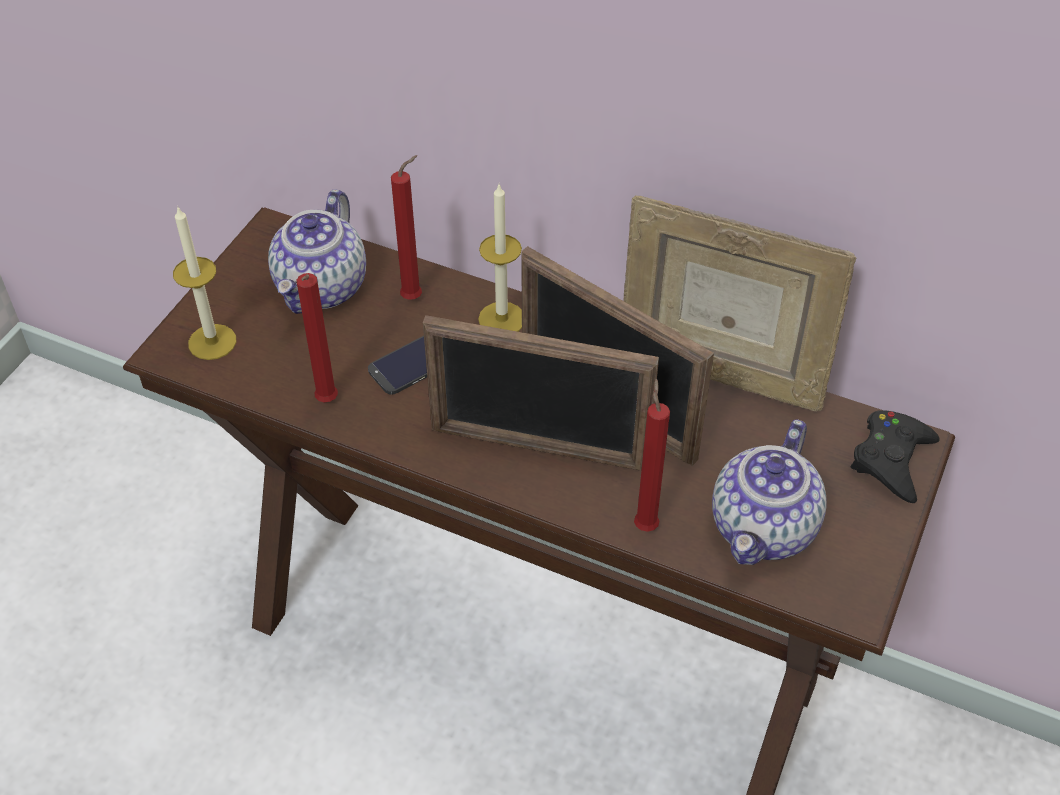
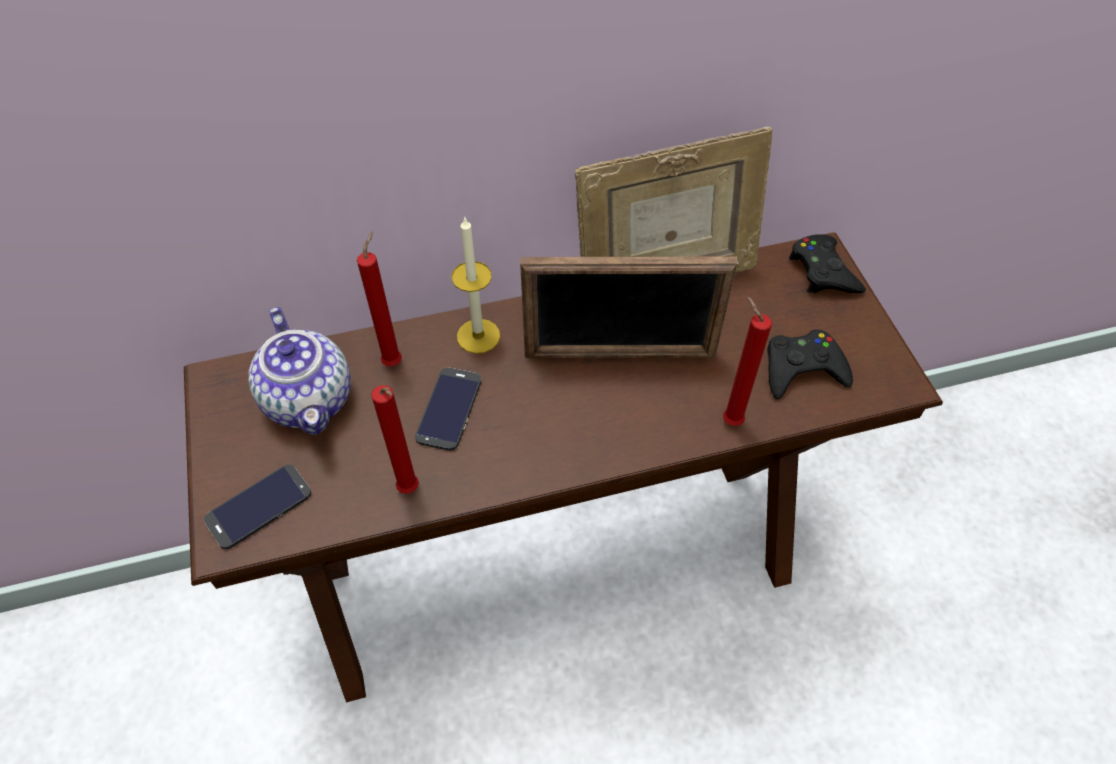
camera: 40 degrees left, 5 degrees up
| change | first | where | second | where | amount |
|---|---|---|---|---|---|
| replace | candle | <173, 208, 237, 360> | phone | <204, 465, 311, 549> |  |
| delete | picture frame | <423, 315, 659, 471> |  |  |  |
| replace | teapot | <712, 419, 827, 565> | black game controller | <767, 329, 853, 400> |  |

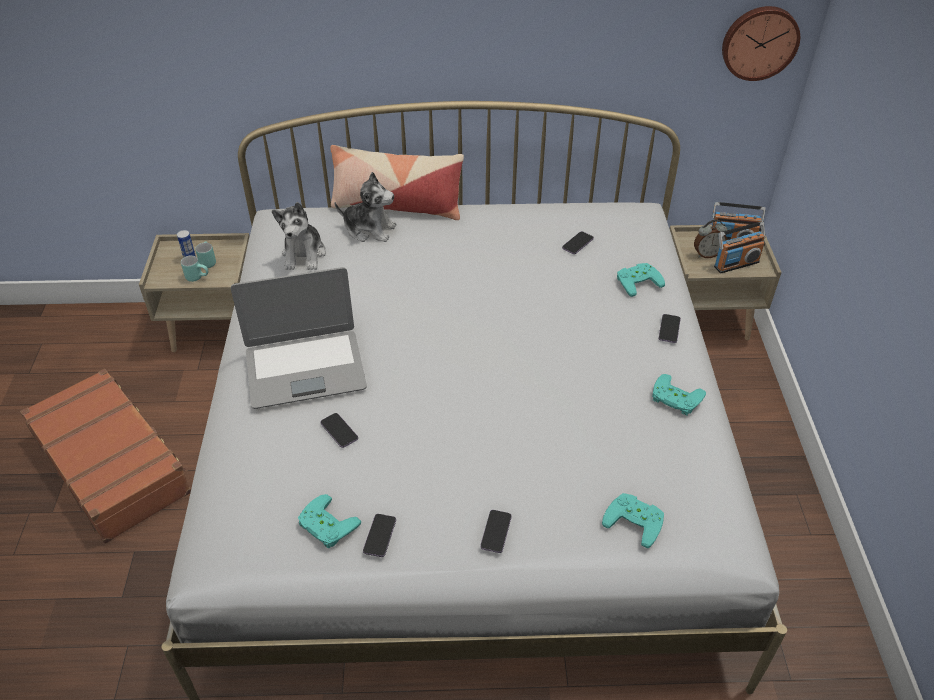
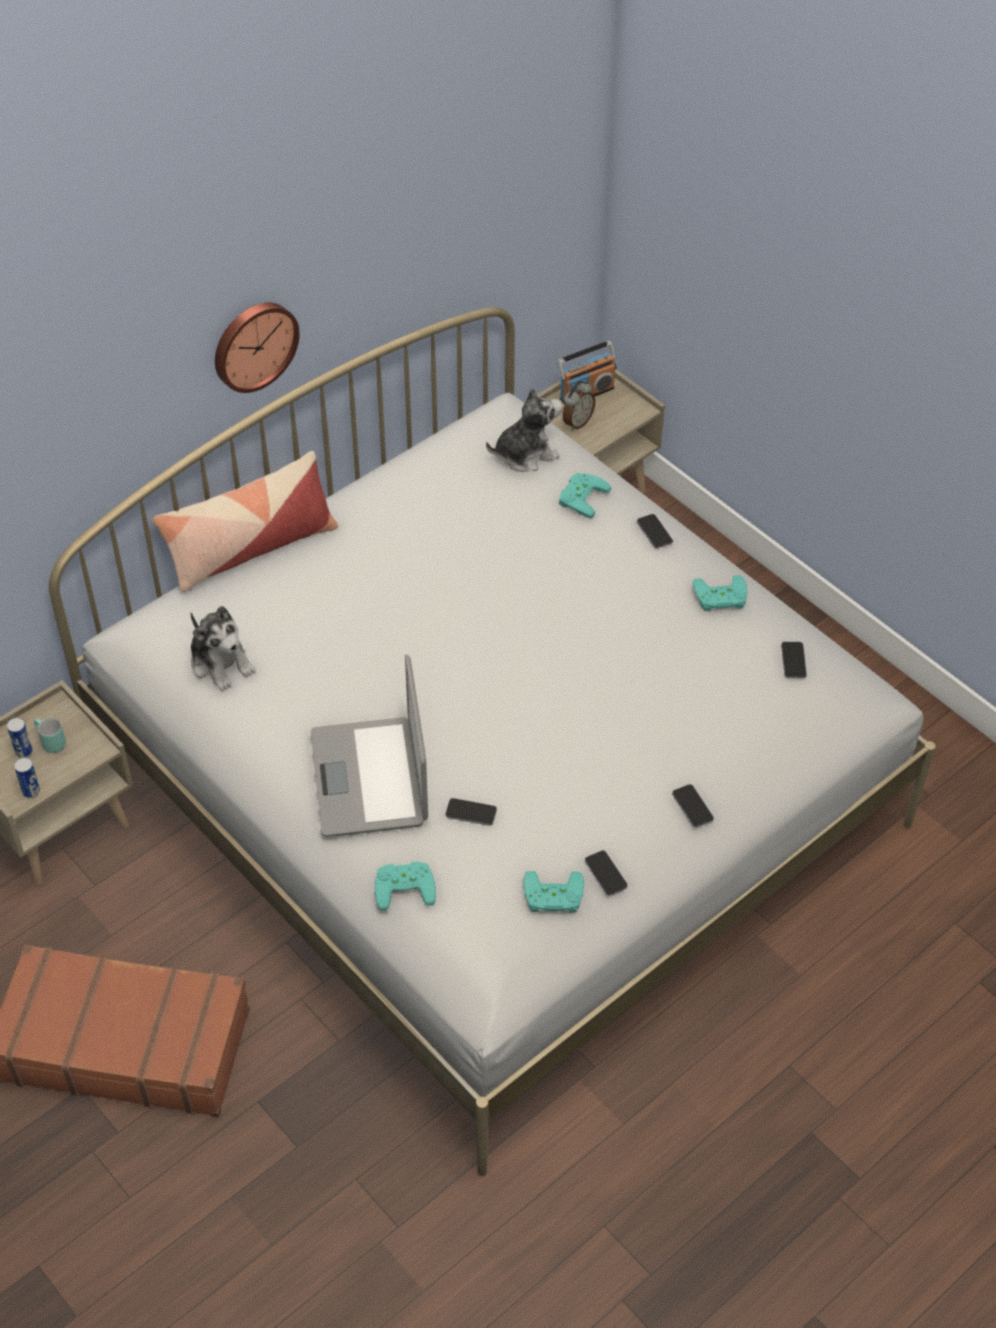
camera: 40 degrees left, 5 degrees up
| change | first | where | second | where | amount |
|---|---|---|---|---|---|
| delete | turquoise mug | <181, 255, 208, 282> |  |  |  |
| rotate | laptop | <231, 267, 367, 409> |  | <311, 655, 428, 836> | 135 degrees clockwise |
| move | plush toy | <334, 172, 396, 242> |  | <486, 387, 563, 472> |  |
| move | phone | <562, 231, 594, 254> |  | <781, 642, 807, 678> |  |
| move | turquoise game controller | <602, 493, 664, 548> |  | <375, 862, 436, 910> |  |
| delete | radio | <714, 222, 765, 273> |  |  |  |
| move | wall clock | <722, 6, 800, 81> |  | <215, 302, 300, 393> |  |
| insert |  |  | can | <14, 758, 40, 798> |  |

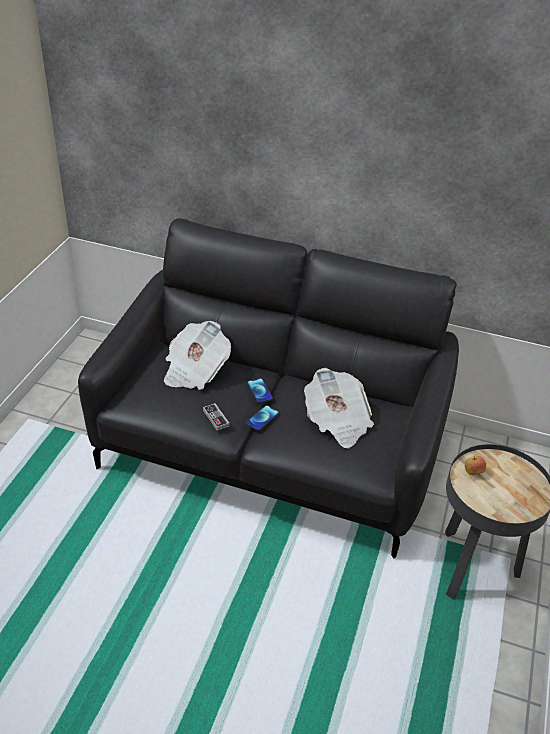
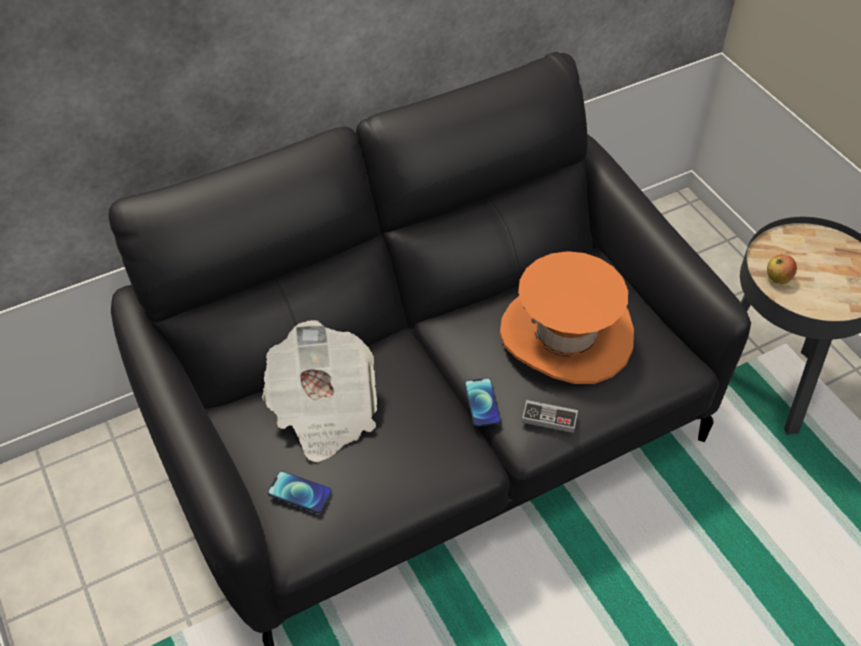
camera: 45 degrees left, 10 degrees up
| change | first | where | second | where | amount |
|---|---|---|---|---|---|
| move | game controller | <203, 403, 229, 431> |  | <522, 400, 578, 433> |  |
| move | phone | <247, 378, 273, 403> |  | <268, 471, 332, 513> |  |
| replace | newspaper | <304, 368, 374, 448> | orange hat | <500, 251, 634, 384> |  |

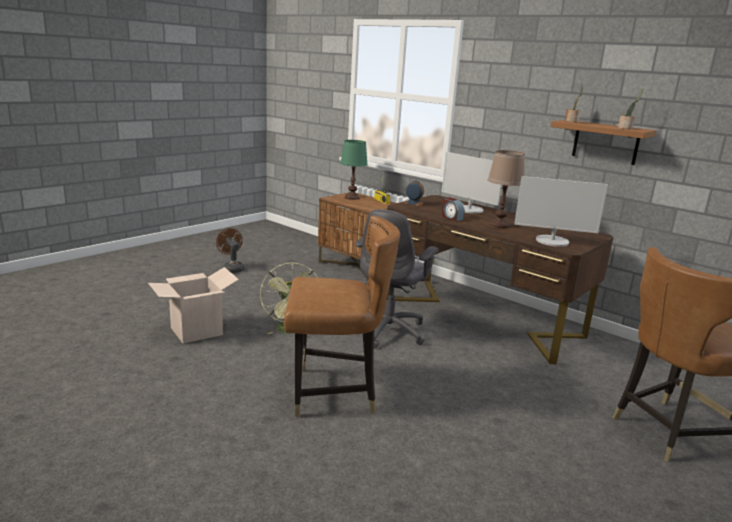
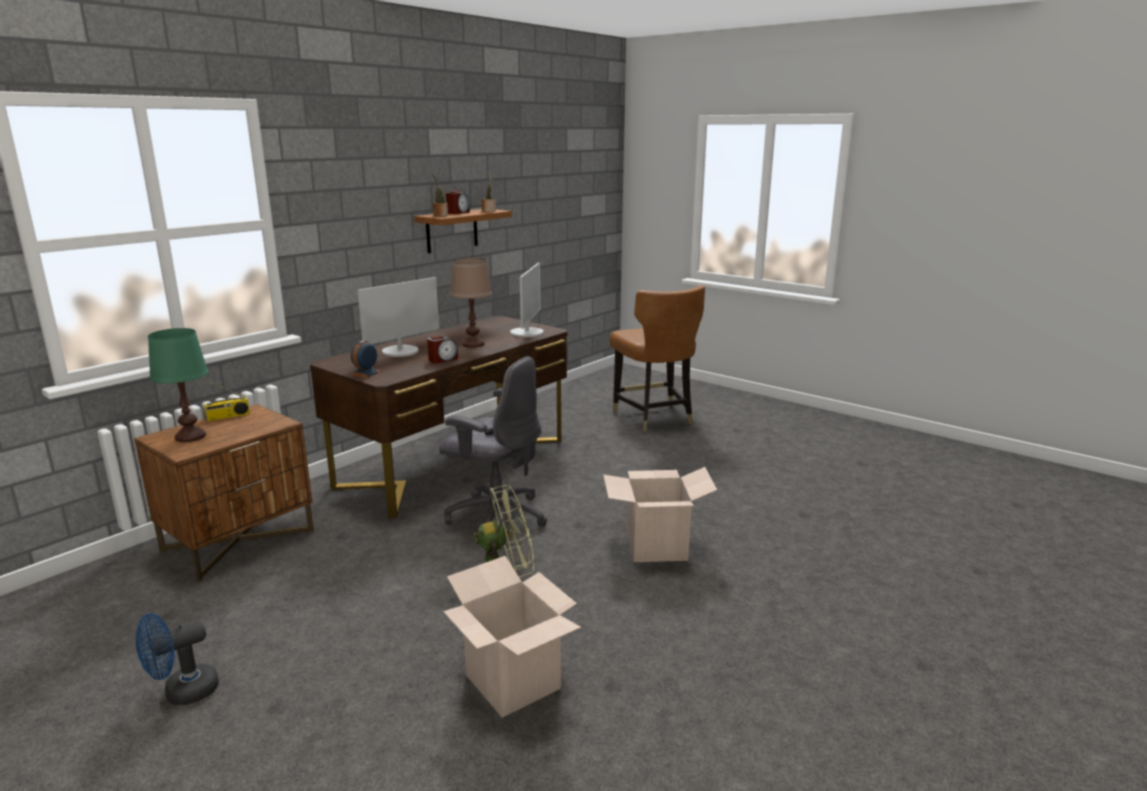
camera: 90 degrees left, 0 degrees up
| change | first | where | second | where | amount |
|---|---|---|---|---|---|
| recolor | brown fan | <216, 228, 244, 273> | blue fan | <136, 613, 219, 705> |  |
| replace | brown chair | <284, 216, 400, 417> | cardboard box | <603, 467, 717, 562> |  |
| insert |  |  | alarm clock | <446, 191, 470, 214> |  |

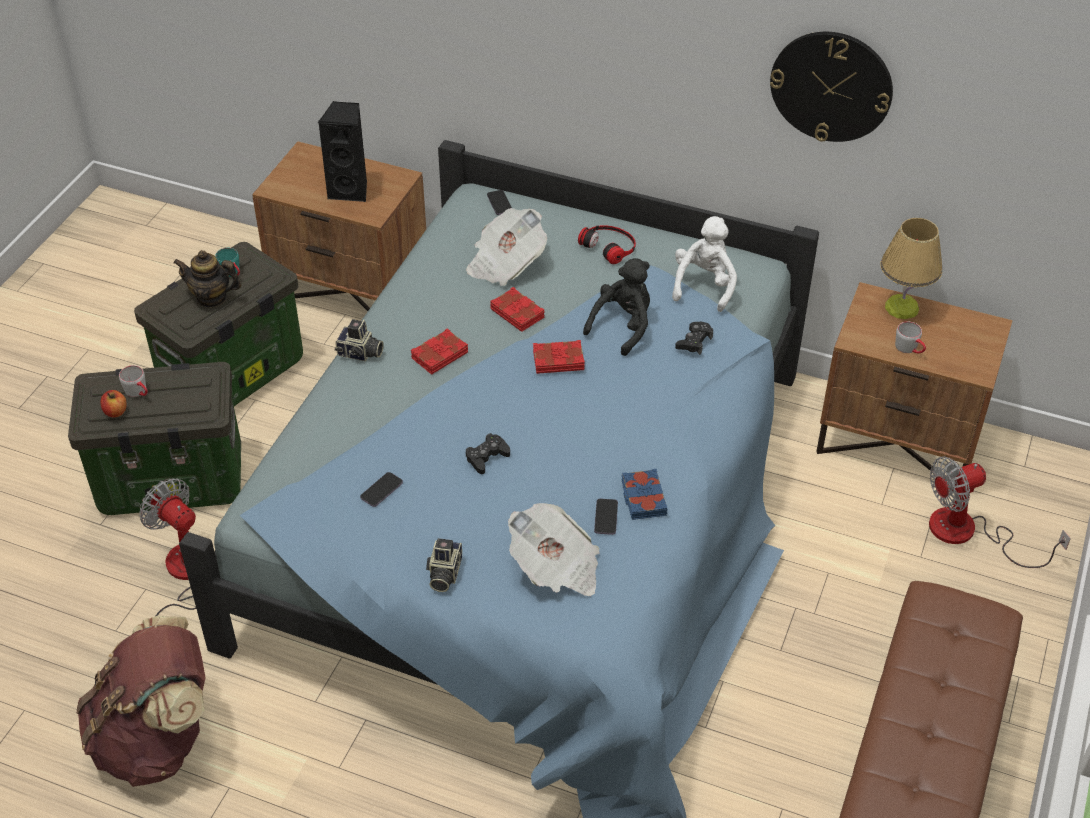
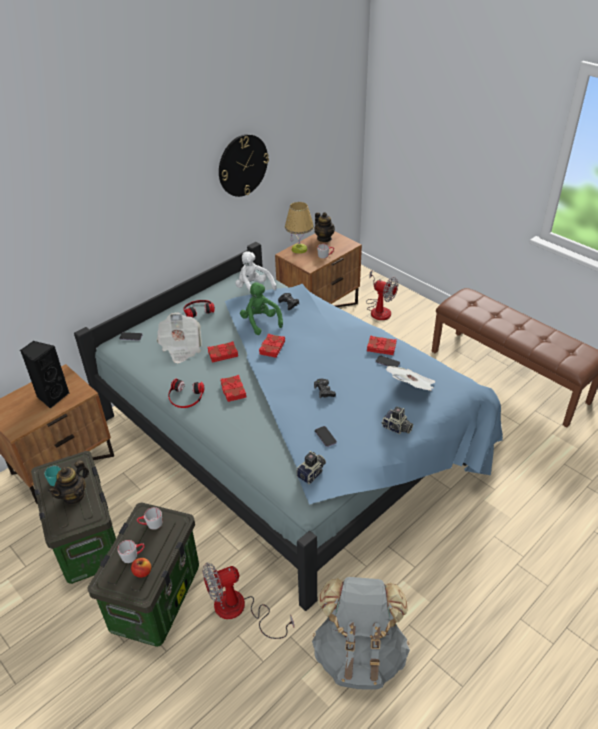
camera: 65 degrees left, 5 degrees down
| change | first | where | second | where | amount |
|---|---|---|---|---|---|
| recolor | brown backpack | <77, 616, 206, 787> | grey backpack | <312, 577, 410, 689> |  |
| move | photo camera | <335, 319, 384, 361> |  | <297, 451, 326, 484> |  |
| recolor | black plush toy | <583, 258, 650, 356> | green plush toy | <240, 282, 283, 335> |  |
| recolor | blue book | <621, 469, 668, 520> | red book | <367, 335, 397, 355> |  |
| rotate | fan | <929, 456, 1071, 568> |  | <366, 271, 398, 320> | 60 degrees counterclockwise |
| insert |  |  | grey mug | <137, 507, 162, 530> |  |
| insert |  |  | headphones | <168, 379, 205, 408> |  |
| insert |  |  | teapot | <314, 212, 335, 242> |  |

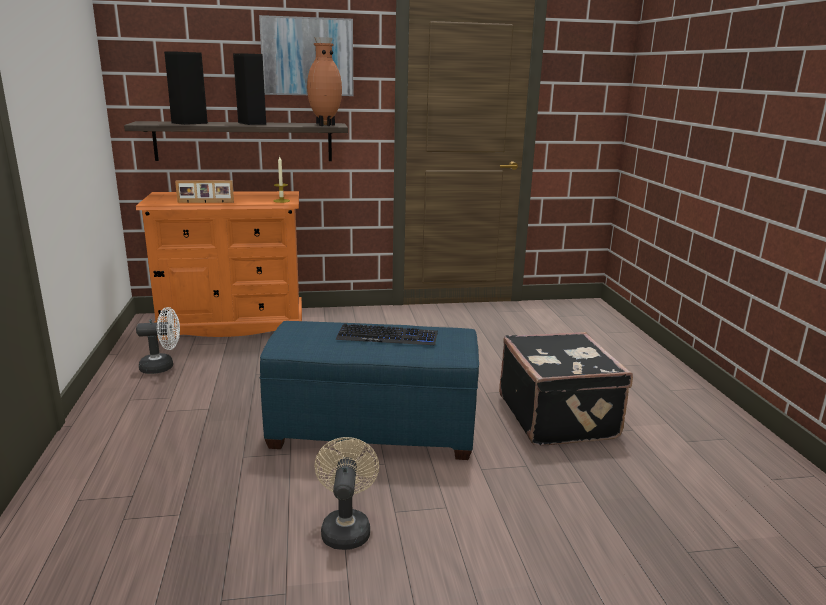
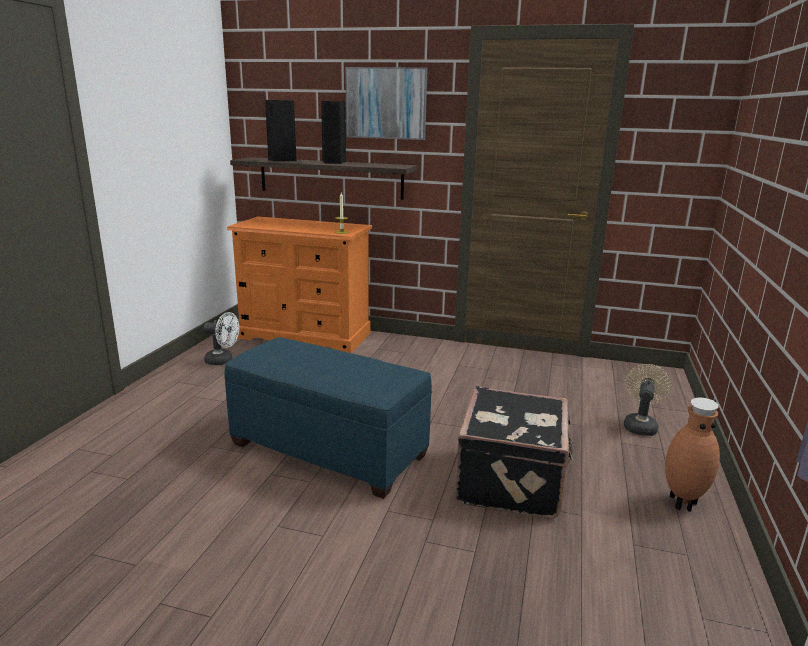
camera: 25 degrees right, 0 degrees up
| change | first | where | second | where | amount |
|---|---|---|---|---|---|
| delete | picture frame | <175, 180, 234, 203> |  |  |  |
| move | brown vase | <307, 37, 342, 126> |  | <665, 398, 720, 512> |  |
| move | beige fan | <315, 437, 379, 550> |  | <624, 364, 671, 436> |  |
| delete | keyboard | <336, 323, 438, 345> |  |  |  |

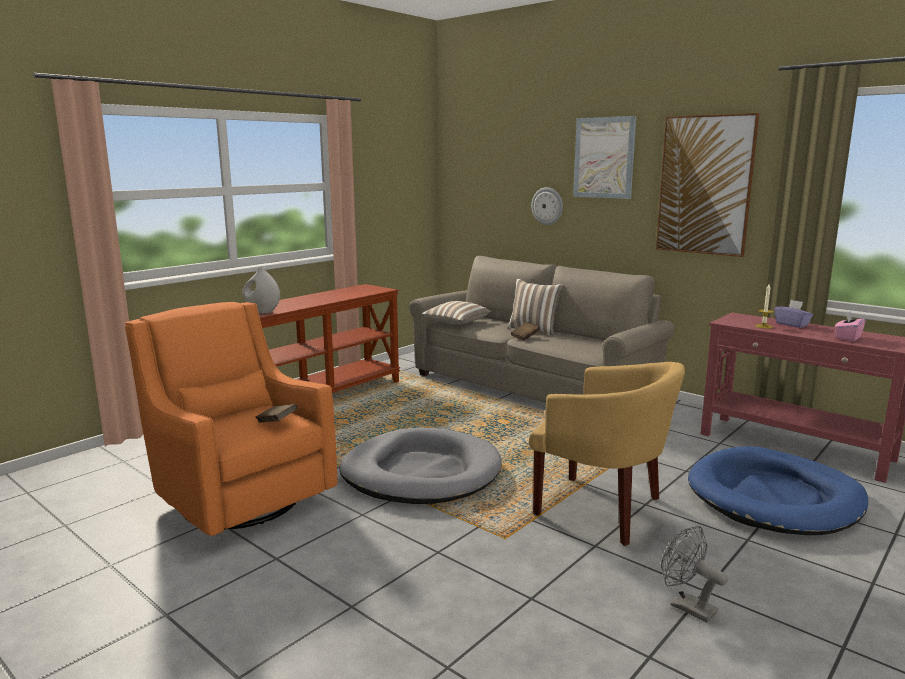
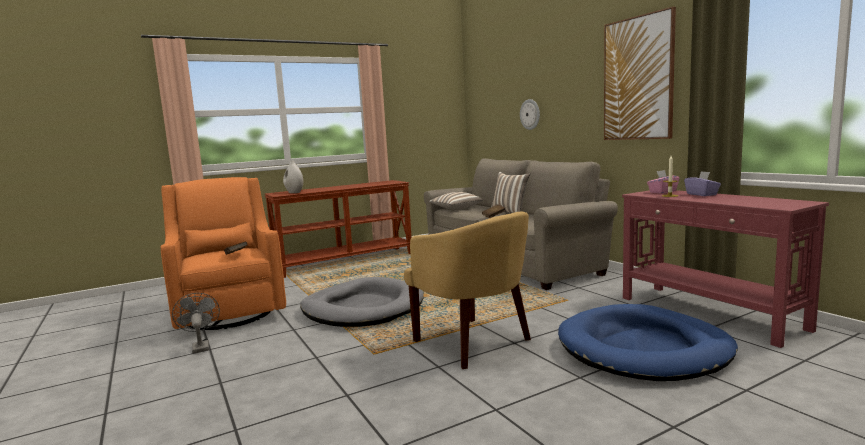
camera: 20 degrees right, 5 degrees down
| change | first | where | second | where | amount |
|---|---|---|---|---|---|
| delete | picture | <573, 116, 636, 199> |  |  |  |
| move | grey fan | <661, 526, 728, 623> |  | <172, 293, 220, 354> |  |
| move | pink tissue box | <835, 311, 866, 342> |  | <647, 170, 679, 194> |  |

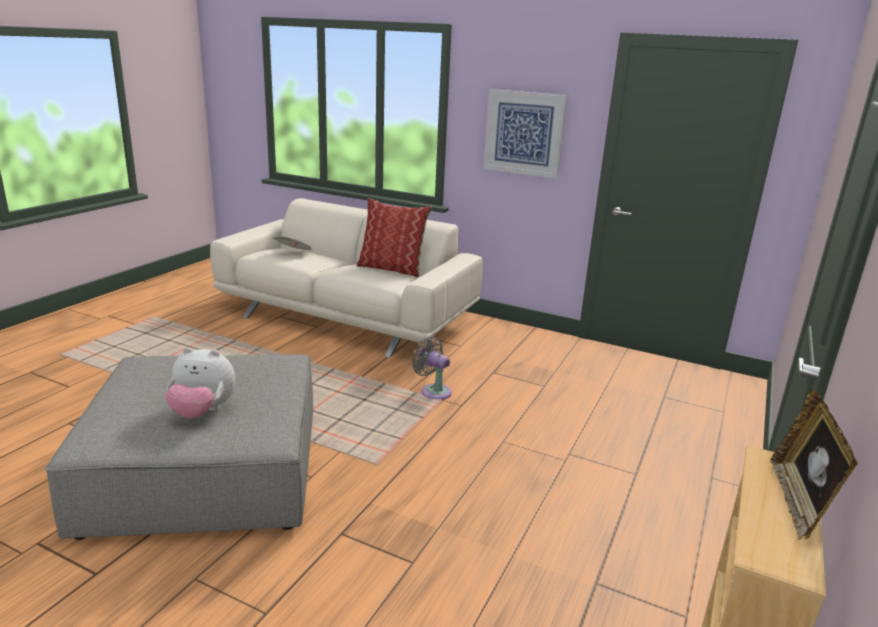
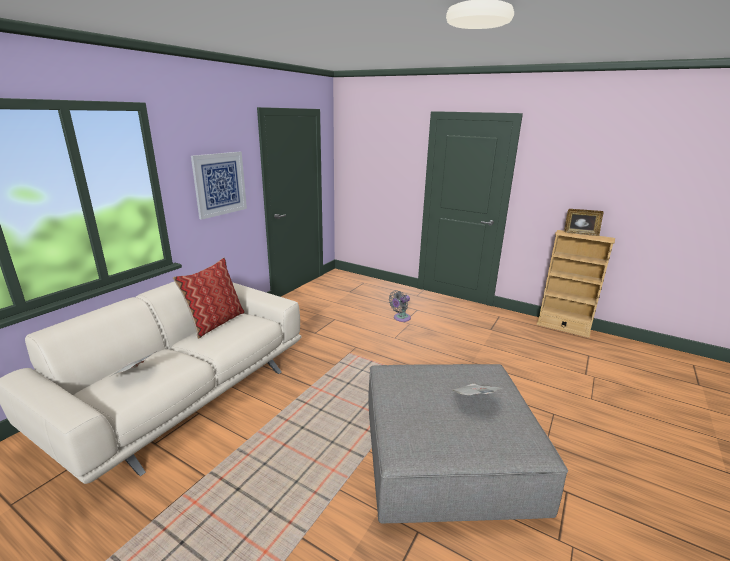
camera: 85 degrees left, 0 degrees up
| change | first | where | second | where | amount |
|---|---|---|---|---|---|
| replace | plush toy | <165, 347, 235, 419> | newspaper | <451, 384, 502, 395> |  |
| move | grey fan | <412, 337, 451, 400> |  | <389, 290, 411, 322> |  |

